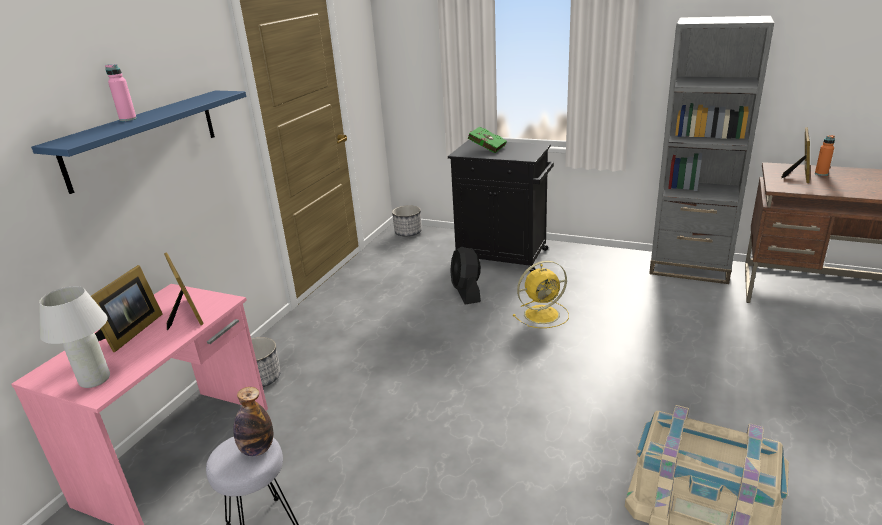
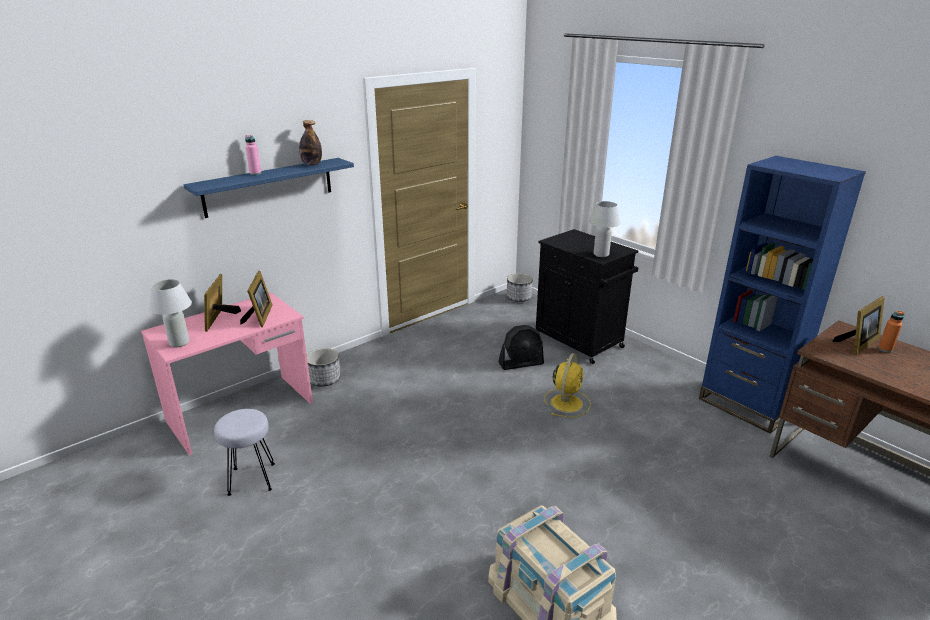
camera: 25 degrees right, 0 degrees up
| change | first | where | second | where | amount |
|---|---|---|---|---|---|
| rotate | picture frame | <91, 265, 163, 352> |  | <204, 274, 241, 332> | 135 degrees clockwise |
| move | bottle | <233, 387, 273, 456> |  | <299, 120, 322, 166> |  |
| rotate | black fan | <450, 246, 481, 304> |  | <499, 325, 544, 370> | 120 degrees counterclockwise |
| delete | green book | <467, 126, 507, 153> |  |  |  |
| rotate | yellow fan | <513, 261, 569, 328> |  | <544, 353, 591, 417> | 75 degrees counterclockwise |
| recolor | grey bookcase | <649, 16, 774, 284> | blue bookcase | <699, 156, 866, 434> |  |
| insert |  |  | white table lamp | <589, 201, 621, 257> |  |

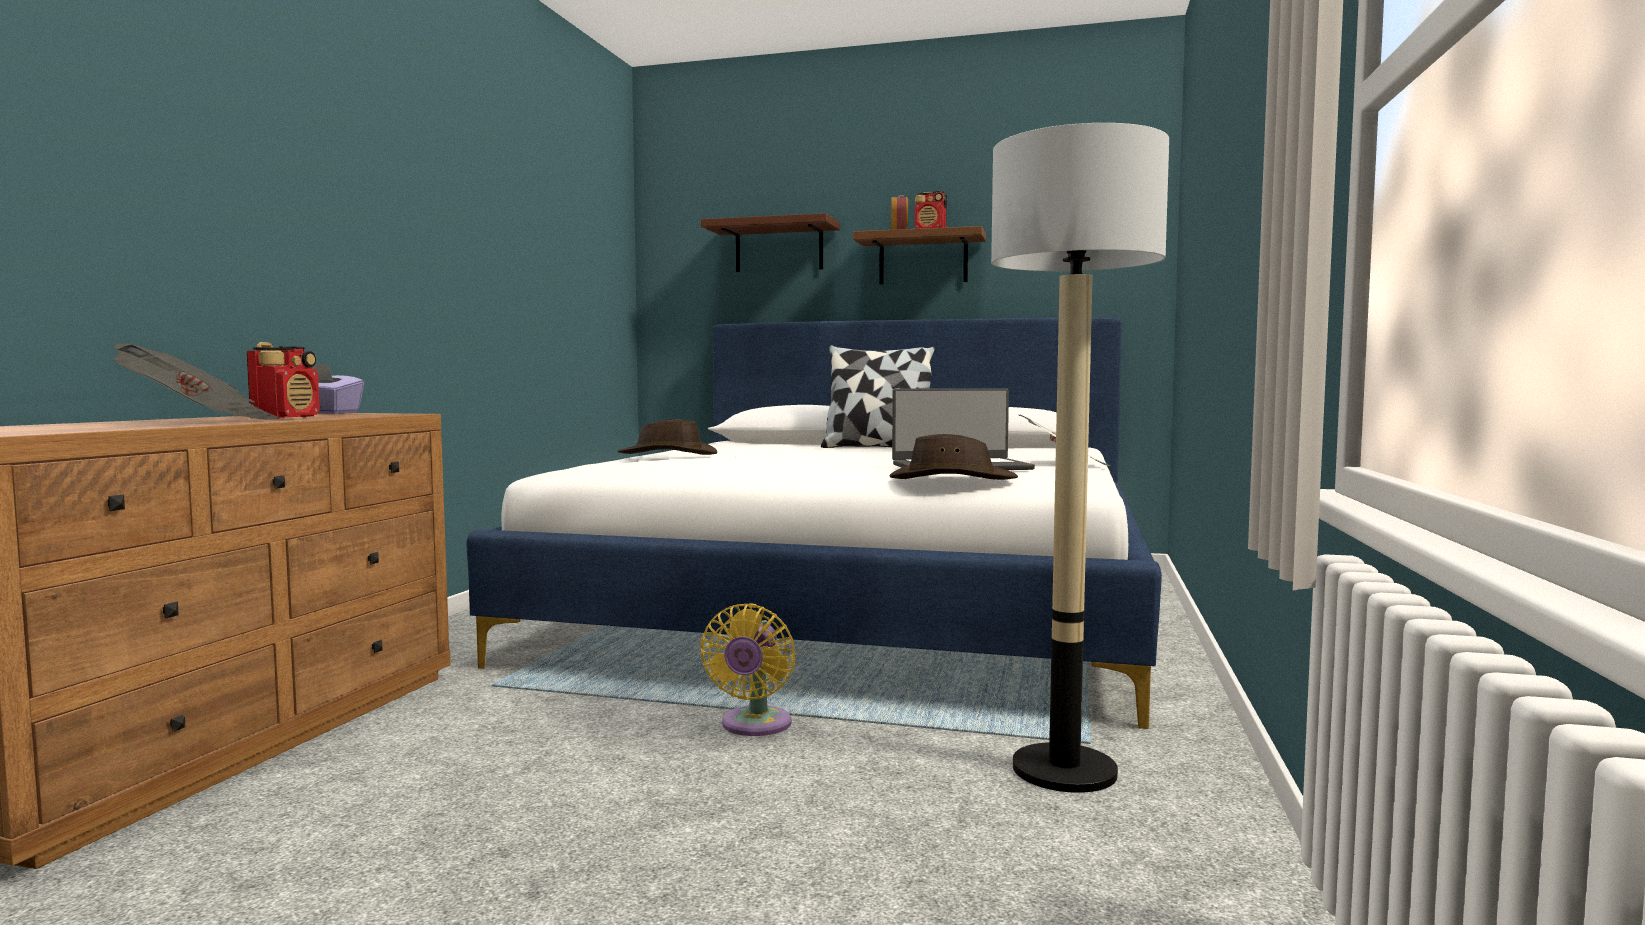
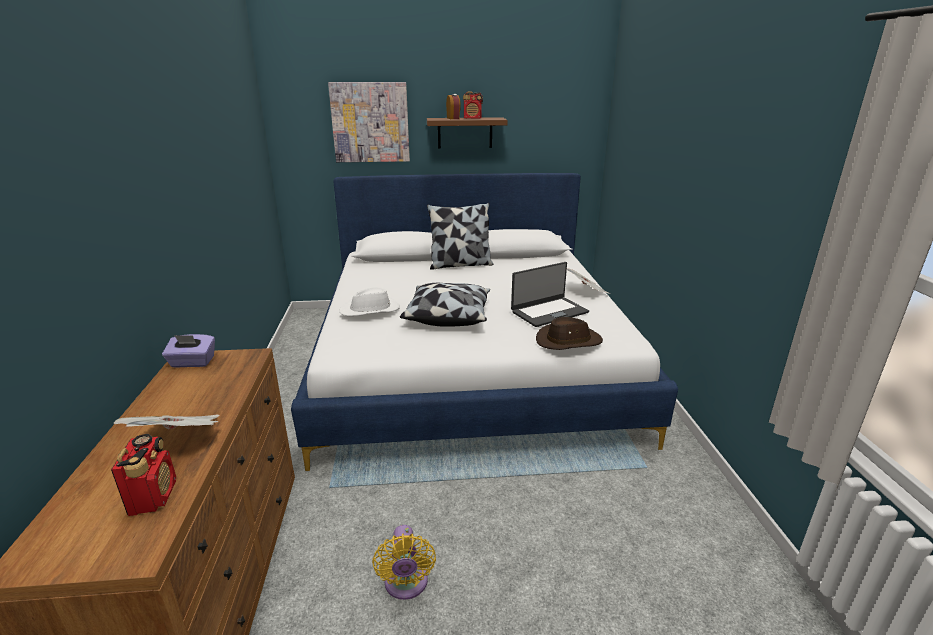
camera: 20 degrees left, 20 degrees up
| change | first | where | second | where | amount |
|---|---|---|---|---|---|
| move | radio | <247, 342, 320, 419> |  | <111, 434, 176, 516> |  |
| recolor | brown hat | <618, 419, 717, 455> | white hat | <339, 287, 400, 316> |  |
| move | yellow fan | <700, 603, 796, 736> |  | <372, 525, 436, 600> |  |
| replace | brown shelf | <701, 213, 840, 272> | picture | <328, 82, 410, 162> |  |
| delete | floor lamp | <991, 123, 1169, 793> |  |  |  |
| insert |  |  | pillow | <400, 283, 490, 326> |  |

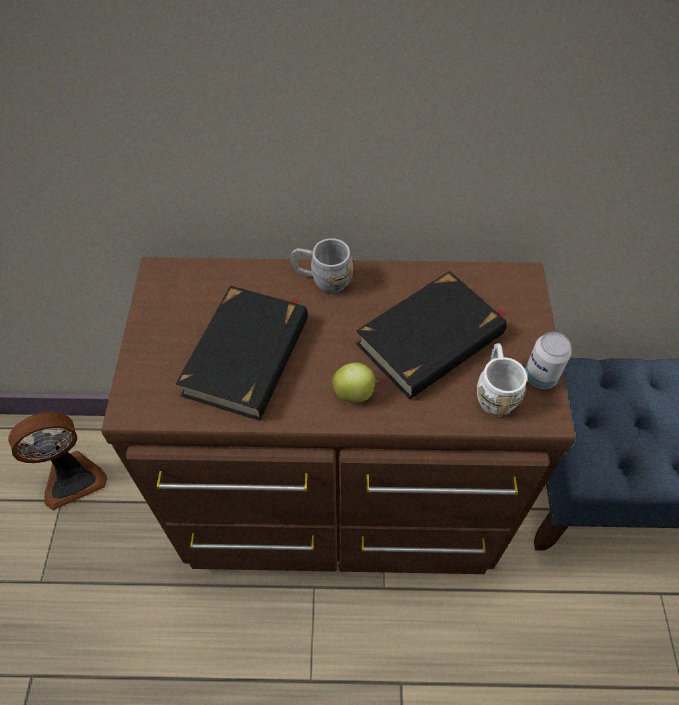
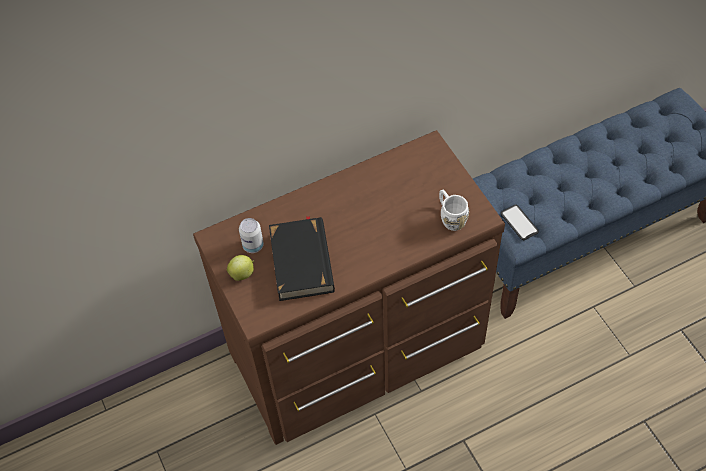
camera: 25 degrees left, 0 degrees up
| change | first | where | second | where | amount |
|---|---|---|---|---|---|
| delete | fan | <8, 412, 107, 510> |  |  |  |
| delete | grey mug | <291, 238, 353, 294> |  |  |  |
| move | apple | <332, 362, 379, 402> |  | <227, 255, 254, 281> |  |
| delete | black book | <356, 271, 507, 399> |  |  |  |
| move | can | <525, 332, 572, 389> |  | <239, 218, 264, 253> |  |
| insert |  |  | phone | <501, 204, 539, 240> |  |

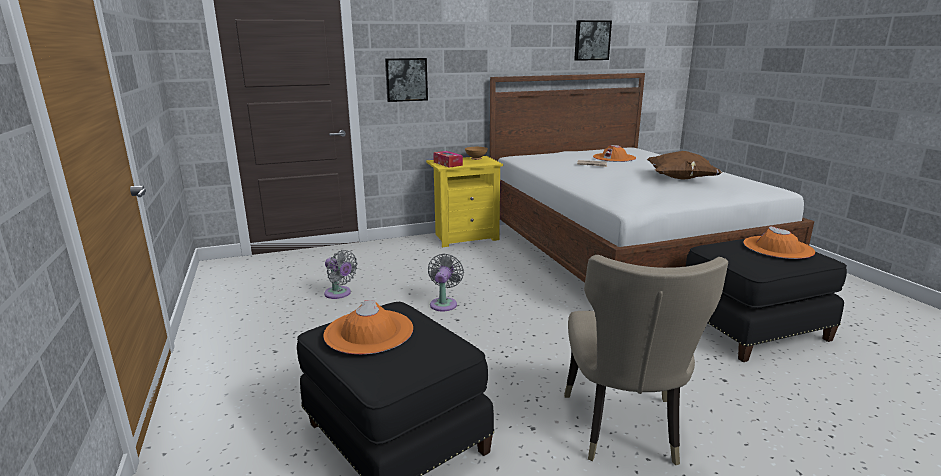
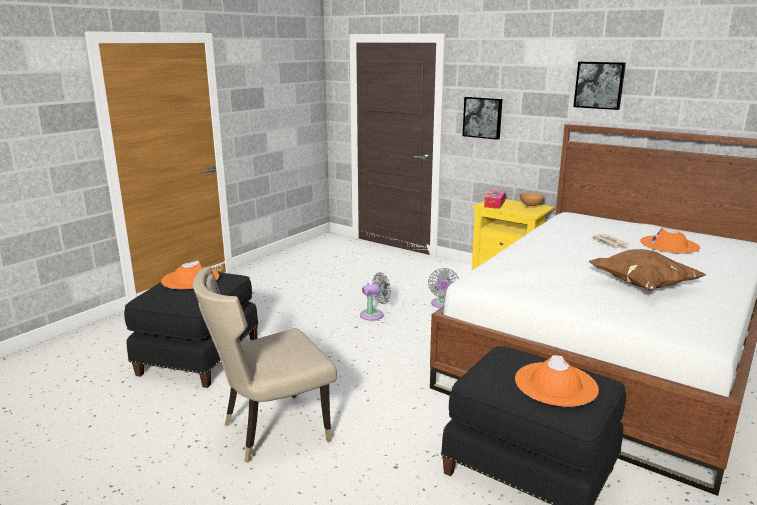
camera: 55 degrees right, 0 degrees up
| change | first | where | second | where | amount |
|---|---|---|---|---|---|
| move | grey fan | <324, 250, 358, 299> |  | <428, 268, 459, 308> |  |
| move | picture | <574, 20, 612, 61> |  | <573, 62, 626, 110> |  |

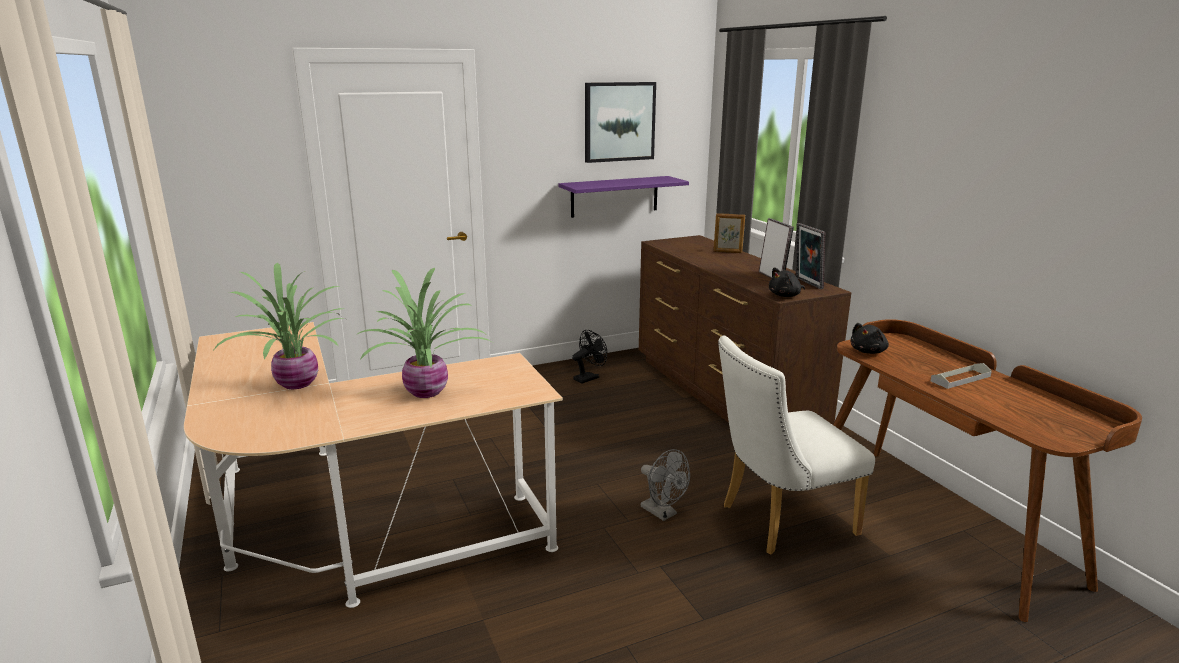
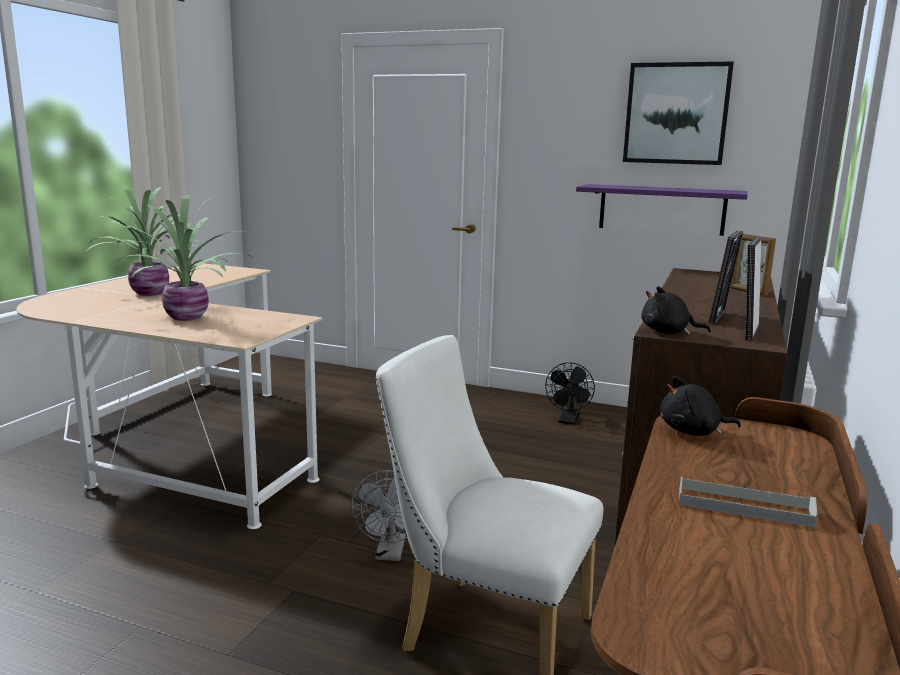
camera: 45 degrees right, 5 degrees down
| change | first | where | second | where | amount |
|---|---|---|---|---|---|
| rotate | black fan | <572, 330, 607, 384> |  | <545, 362, 595, 425> | 105 degrees clockwise |

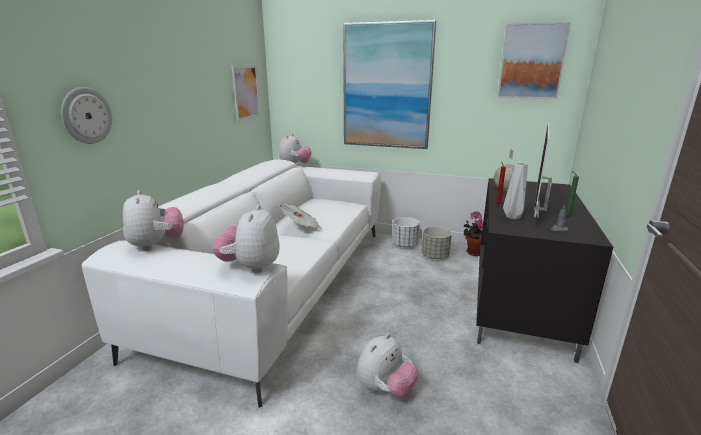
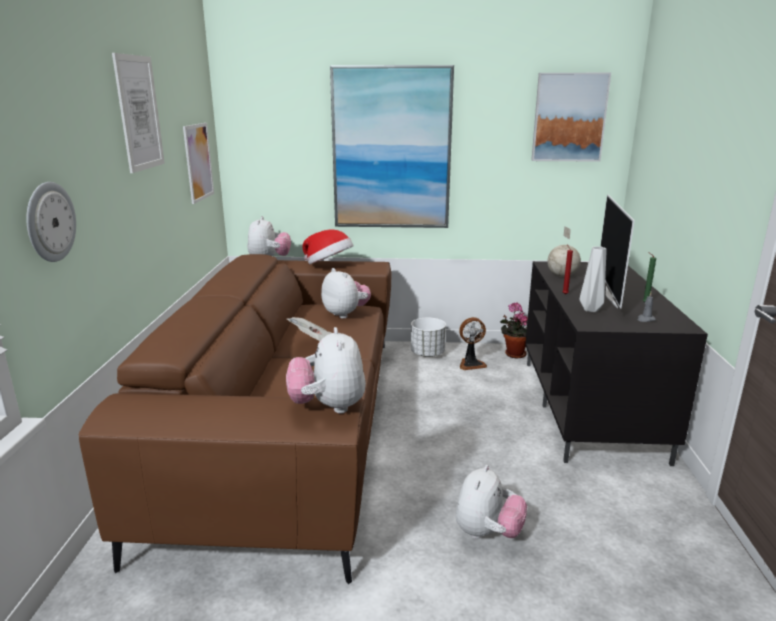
camera: 15 degrees left, 0 degrees up
| change | first | where | second | where | amount |
|---|---|---|---|---|---|
| recolor | white sofa | <81, 160, 381, 408> | brown sofa | <78, 254, 391, 584> |  |
| move | plush toy | <123, 190, 184, 251> |  | <321, 268, 371, 319> |  |
| replace | grey planter | <422, 227, 452, 259> | fan | <459, 317, 487, 370> |  |
| insert |  |  | picture | <112, 53, 165, 173> |  |
| insert |  |  | hat | <303, 230, 353, 265> |  |

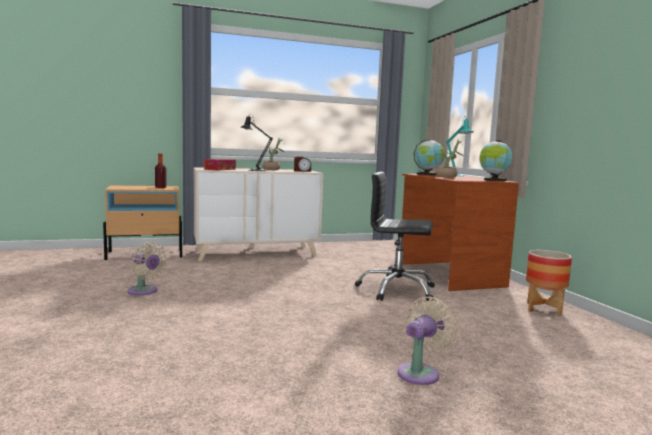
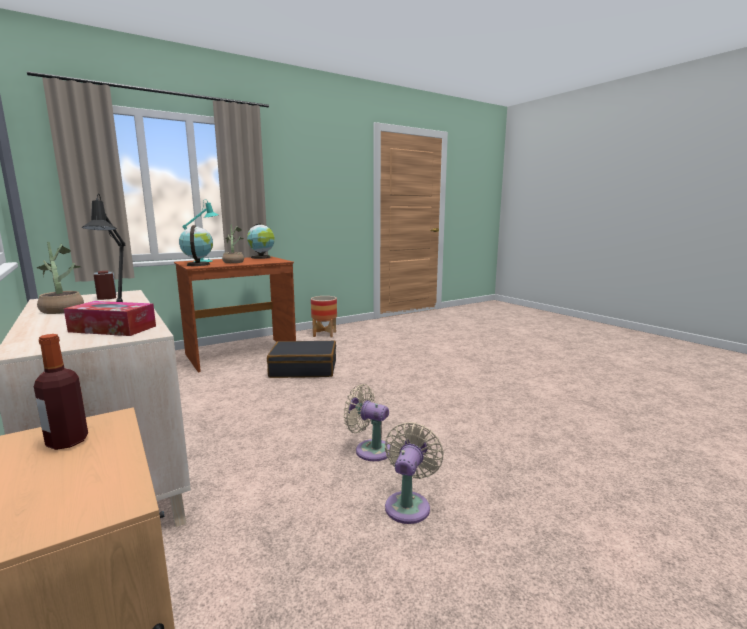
camera: 105 degrees left, 5 degrees up
| change | first | where | second | where | amount |
|---|---|---|---|---|---|
| replace | black office chair | <355, 172, 435, 301> | black suitcase | <267, 341, 336, 378> |  |
| move | beige fan | <397, 296, 457, 385> |  | <343, 384, 390, 461> |  |

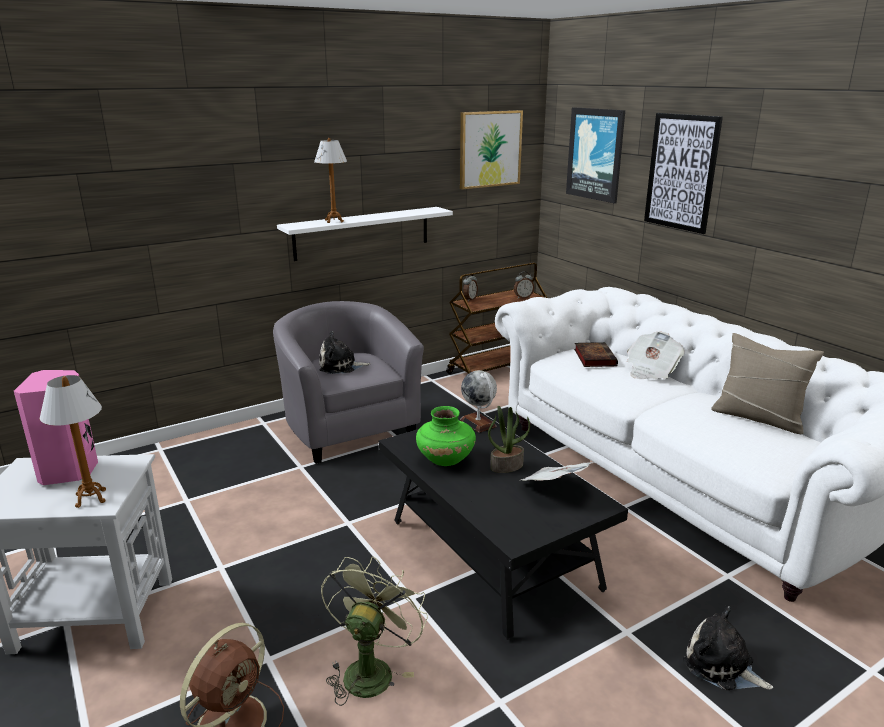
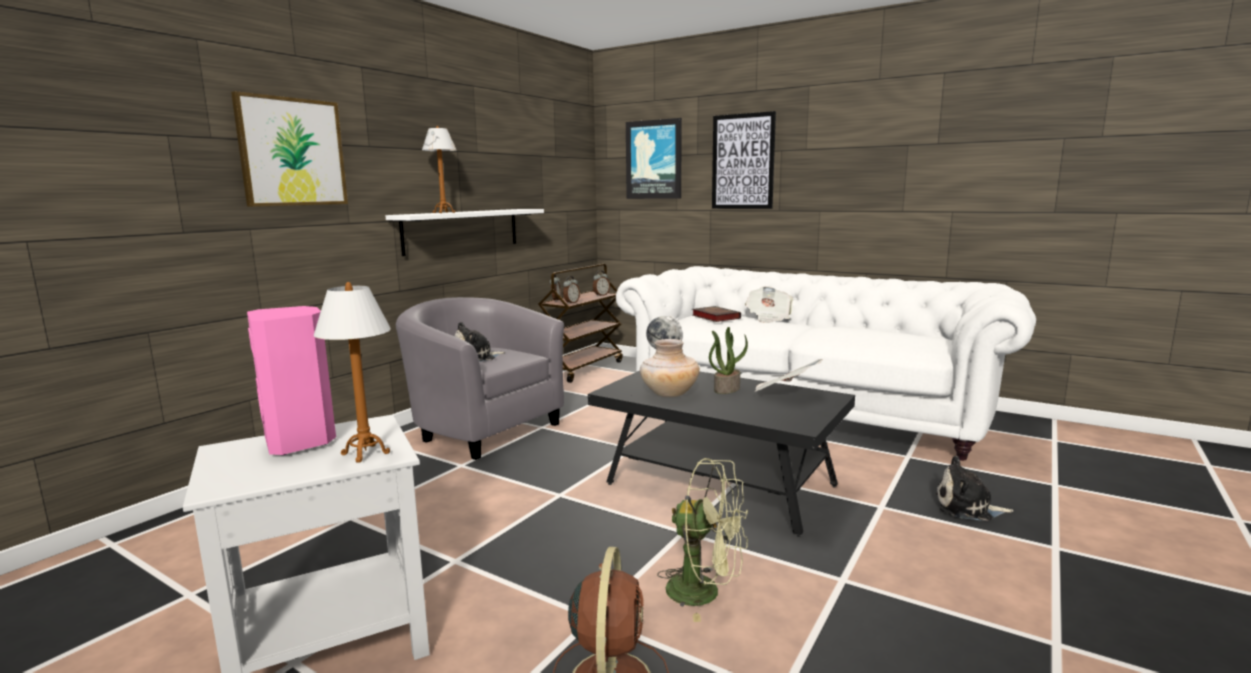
camera: 25 degrees left, 10 degrees down
| change | first | where | second | where | amount |
|---|---|---|---|---|---|
| rotate | green fan | <321, 556, 428, 706> |  | <657, 458, 748, 622> | 120 degrees clockwise |
| recolor | green vase | <416, 406, 476, 466> | beige vase | <640, 339, 700, 398> |  |
| move | picture | <460, 110, 523, 190> |  | <231, 91, 348, 207> |  |
| delete | beige pillow | <711, 333, 824, 434> |  |  |  |
| insert |  |  | alarm clock | <563, 276, 580, 304> |  |

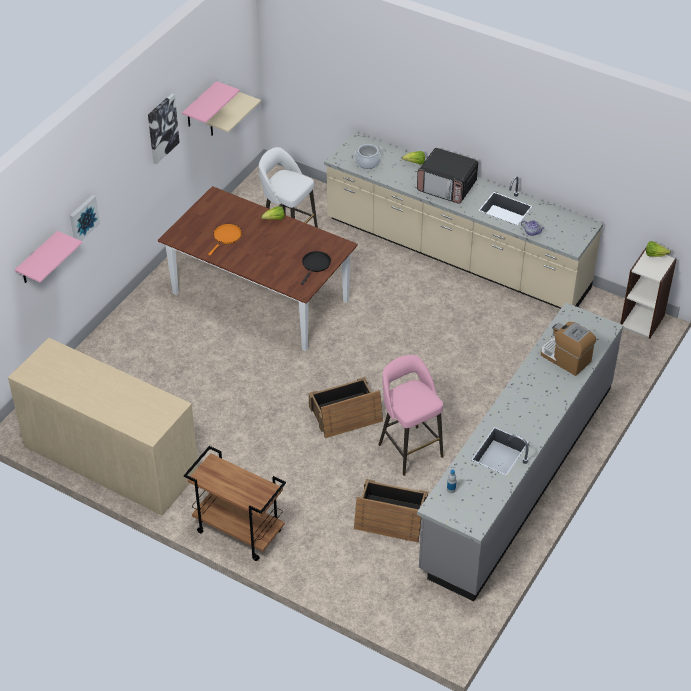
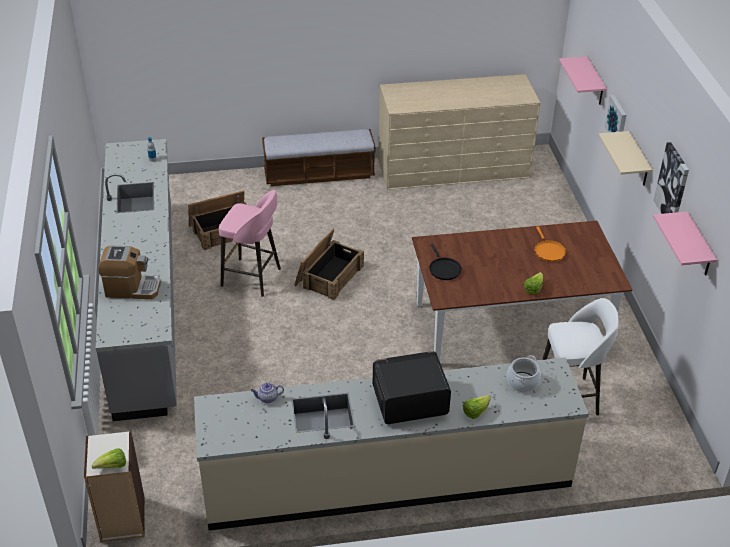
camera: 140 degrees right, 5 degrees down
| change | first | where | second | where | amount |
|---|---|---|---|---|---|
| replace | brown cart | <184, 446, 286, 561> | bench | <262, 129, 375, 186> |  |
| move | beige shelf | <205, 92, 261, 136> |  | <598, 131, 653, 186> |  |

